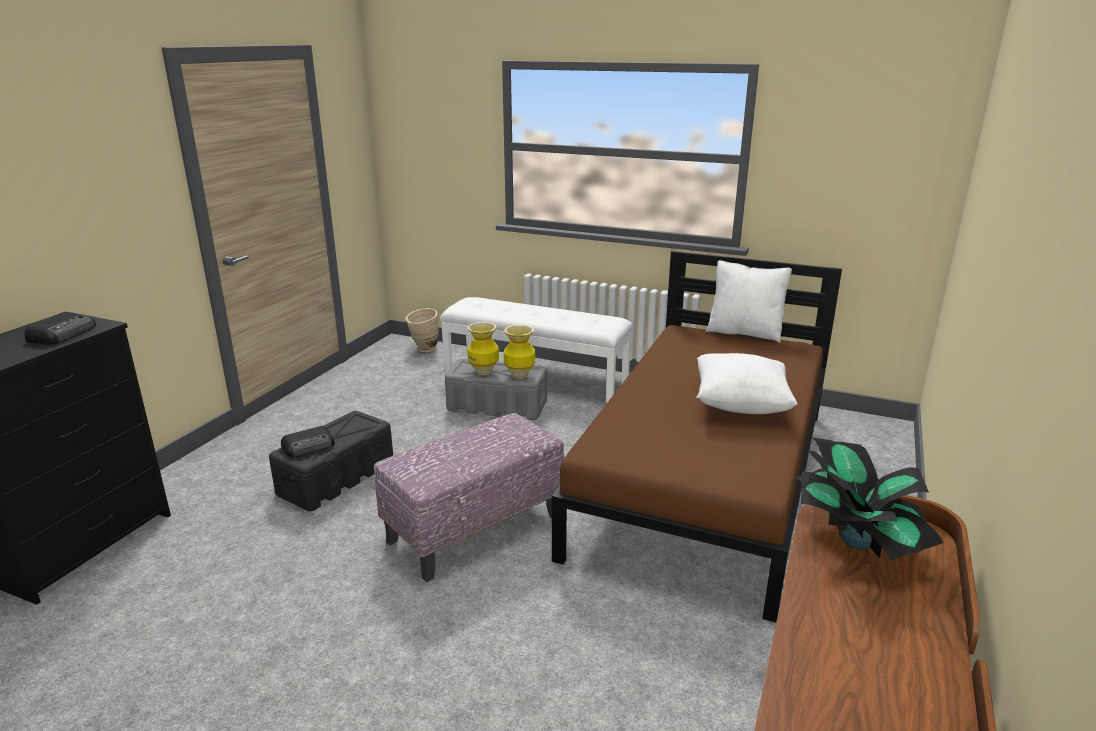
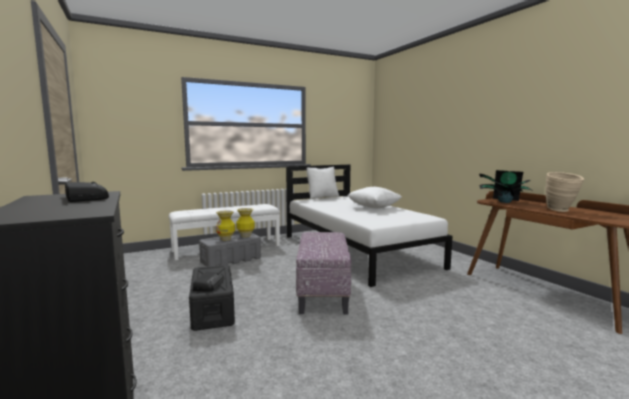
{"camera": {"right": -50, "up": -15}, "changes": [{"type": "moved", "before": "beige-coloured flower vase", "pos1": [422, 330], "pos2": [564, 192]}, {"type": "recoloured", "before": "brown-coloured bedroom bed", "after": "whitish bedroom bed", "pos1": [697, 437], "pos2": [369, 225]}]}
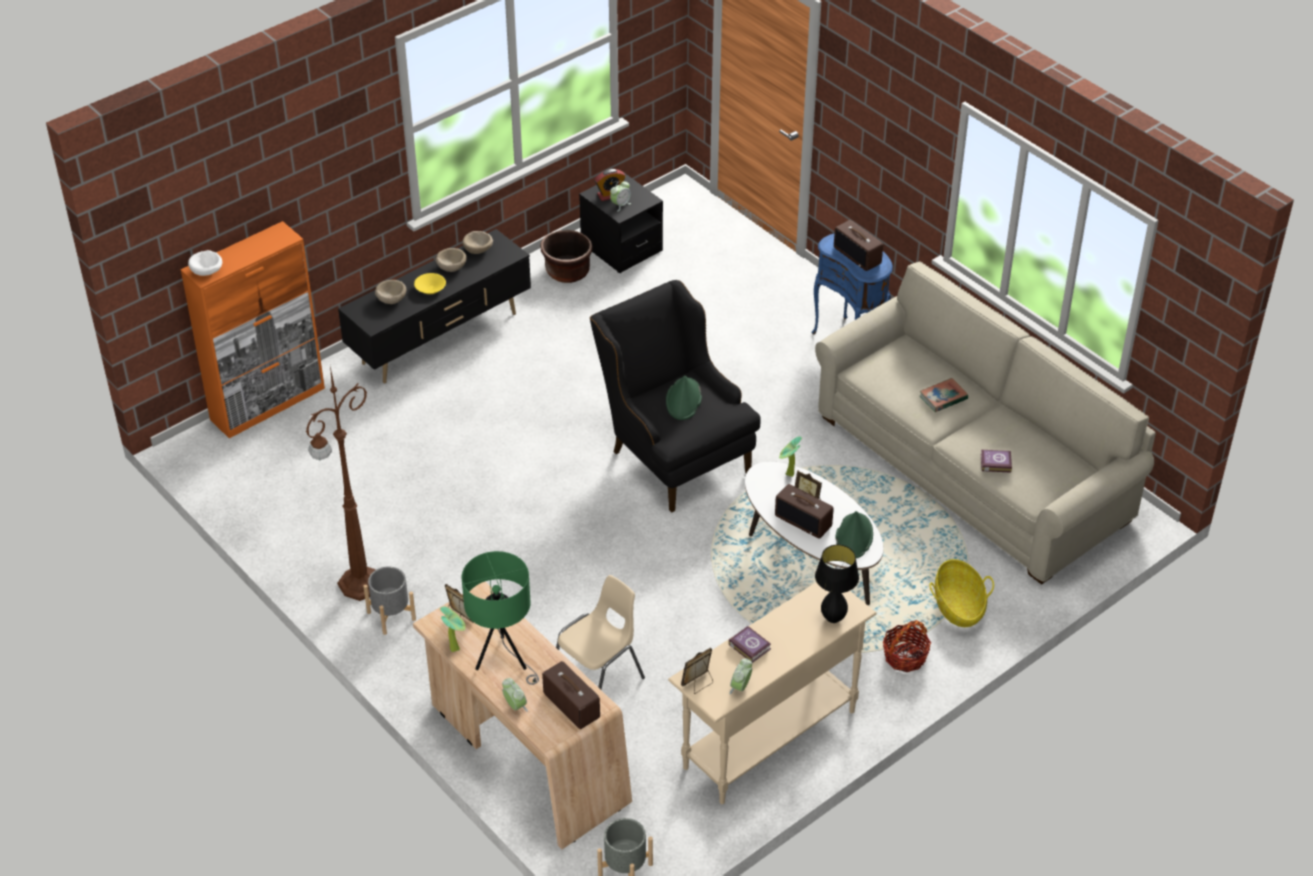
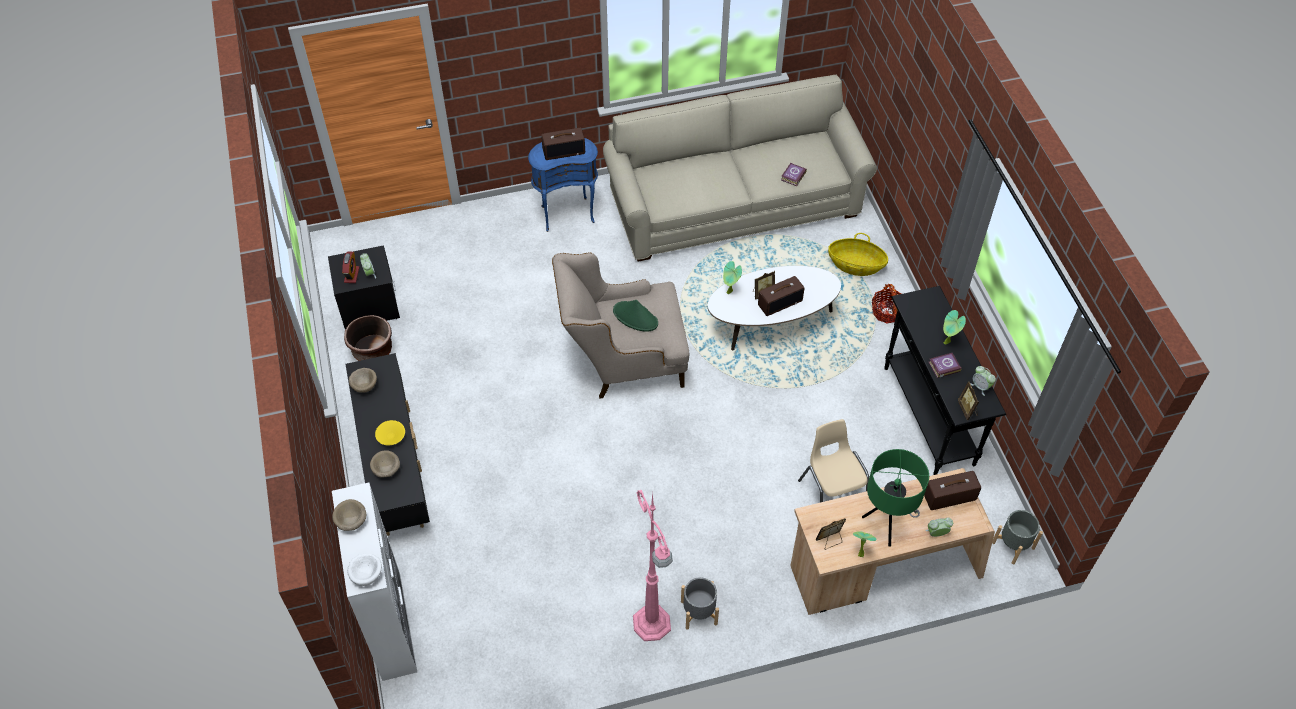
{"camera": {"right": -65, "up": 10}, "changes": [{"type": "removed", "before": "black-coloured tabletop lamp", "pos1": [837, 583]}, {"type": "removed", "before": "green-coloured clothing hat", "pos1": [854, 534]}, {"type": "removed", "before": "bound book", "pos1": [944, 395]}, {"type": "added", "after": "houseplant", "pos2": [954, 327]}, {"type": "moved", "before": "beige-coloured serving bowl", "pos1": [451, 260], "pos2": [349, 515]}, {"type": "recoloured", "before": "orangey storage cabinet", "after": "whitish storage cabinet", "pos1": [252, 329], "pos2": [374, 581]}, {"type": "recoloured", "before": "brown-coloured floor lamp", "after": "pinkish floor lamp", "pos1": [341, 483], "pos2": [653, 565]}, {"type": "recoloured", "before": "black-coloured easy chair", "after": "beige-coloured easy chair", "pos1": [675, 396], "pos2": [620, 325]}, {"type": "recoloured", "before": "beige-coloured console table", "after": "black-coloured console table", "pos1": [772, 693], "pos2": [945, 380]}]}
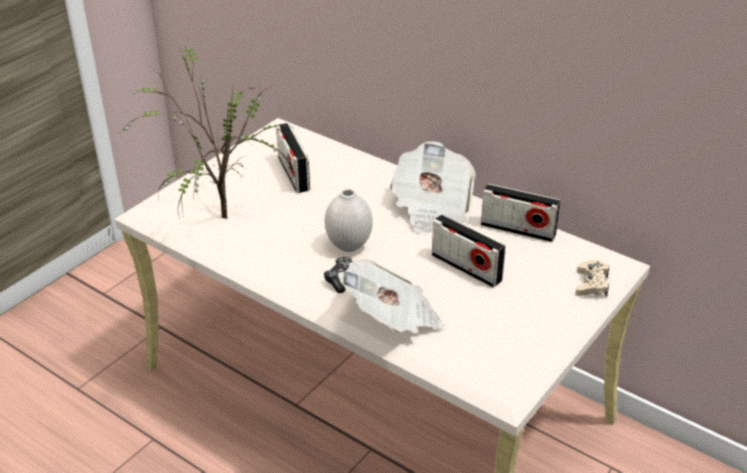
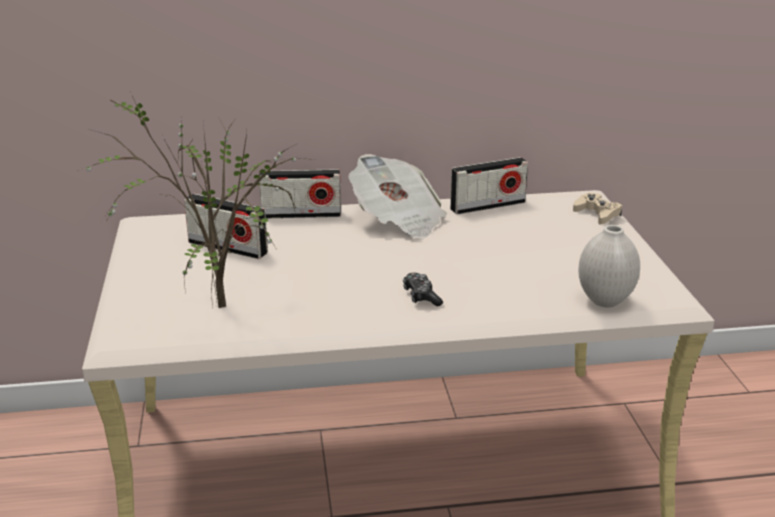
{"camera": {"right": -45, "up": -10}, "changes": [{"type": "removed", "before": "newspaper", "pos1": [391, 297]}, {"type": "moved", "before": "whitish flower vase", "pos1": [348, 220], "pos2": [609, 266]}, {"type": "moved", "before": "radio receiver", "pos1": [469, 250], "pos2": [300, 193]}]}
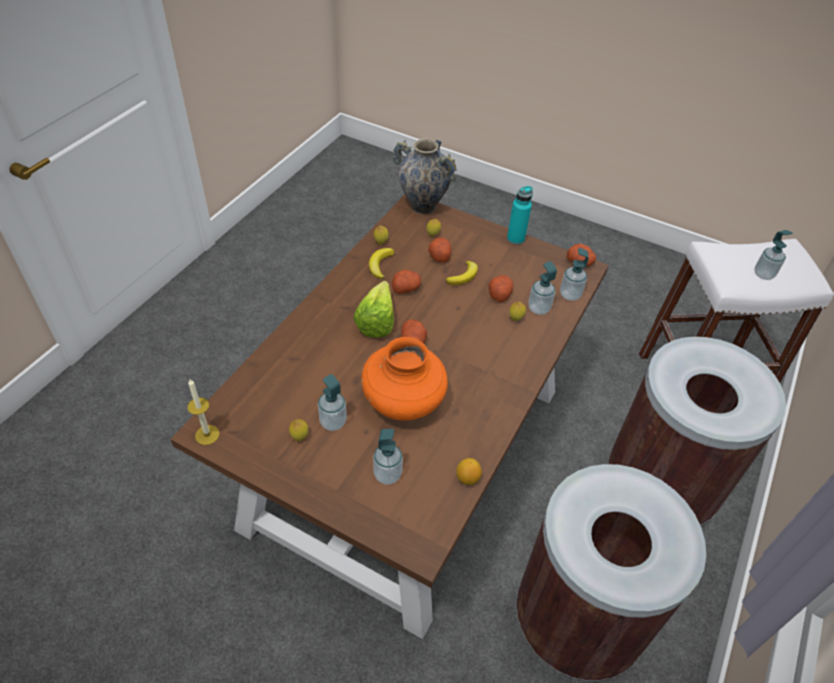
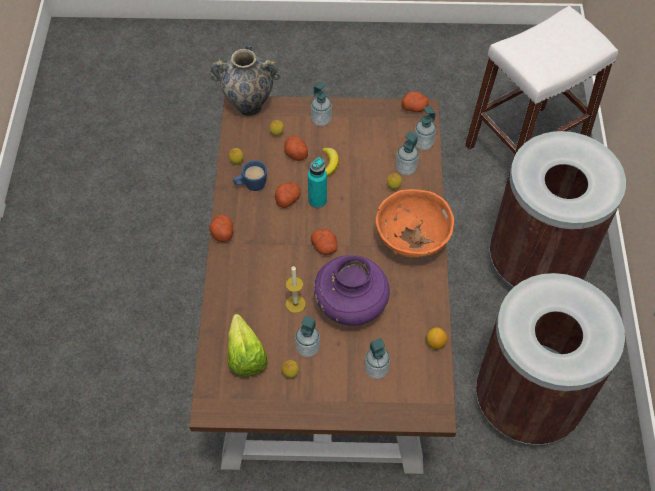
{"camera": {"right": -25, "up": 10}, "changes": [{"type": "added", "after": "orangey serving bowl", "pos2": [415, 224]}, {"type": "moved", "before": "wax candle", "pos1": [203, 412], "pos2": [296, 289]}, {"type": "moved", "before": "lettuce", "pos1": [373, 309], "pos2": [247, 345]}, {"type": "moved", "before": "spud", "pos1": [500, 288], "pos2": [221, 228]}, {"type": "moved", "before": "turquoise-coloured bottle", "pos1": [520, 215], "pos2": [317, 182]}, {"type": "moved", "before": "soap bottle", "pos1": [774, 255], "pos2": [321, 104]}, {"type": "replaced", "before": "banana", "after": "bluish coffee mug", "pos1": [382, 263], "pos2": [250, 175]}, {"type": "recoloured", "before": "orangey flower vase", "after": "purplish flower vase", "pos1": [404, 379], "pos2": [352, 290]}]}
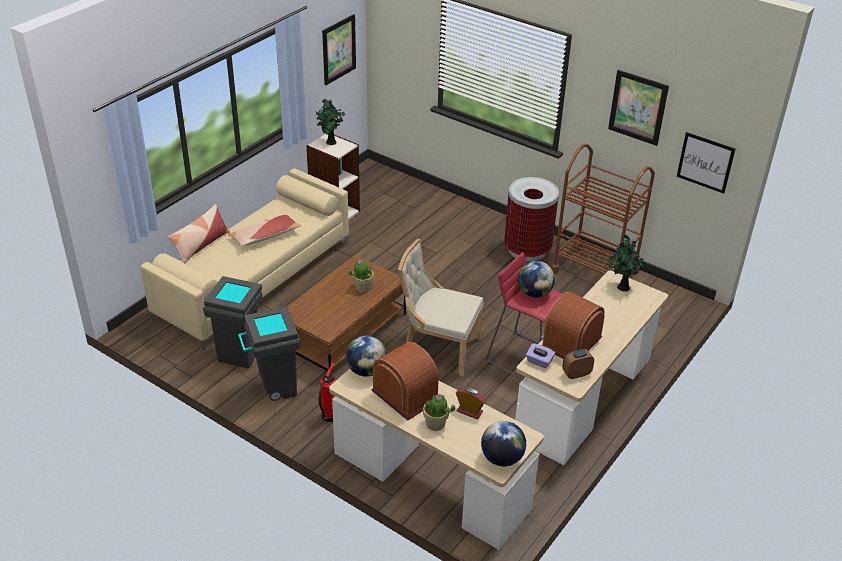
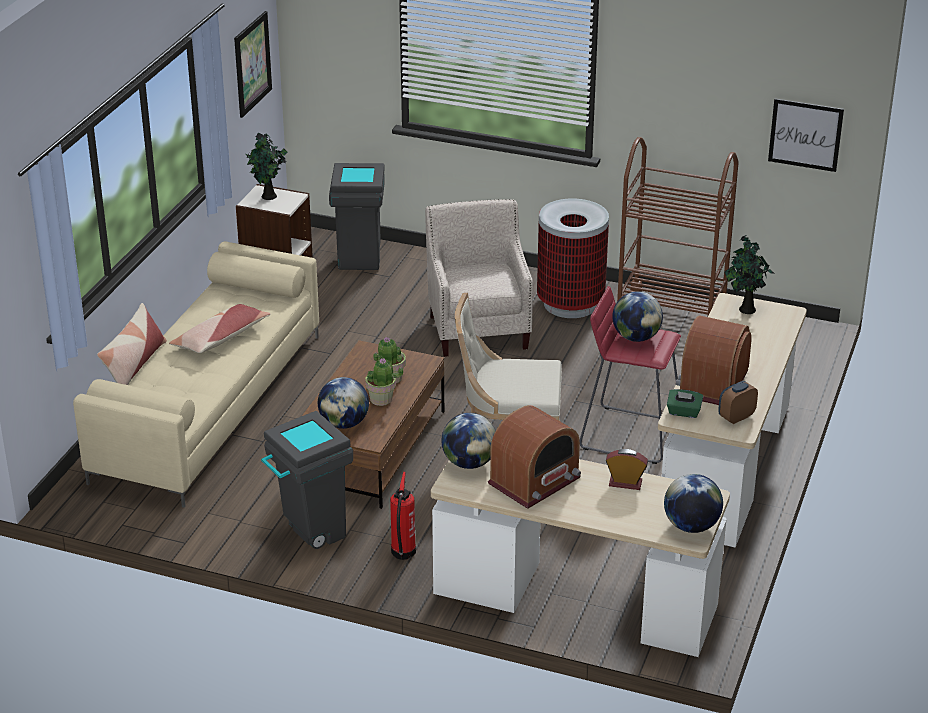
{"camera": {"right": -15, "up": -5}, "changes": [{"type": "removed", "before": "wall art", "pos1": [638, 108]}, {"type": "added", "after": "world globe", "pos2": [343, 403]}, {"type": "added", "after": "beige-coloured easy chair", "pos2": [479, 278]}, {"type": "moved", "before": "greyish waste bin", "pos1": [232, 322], "pos2": [357, 216]}, {"type": "moved", "before": "houseplant", "pos1": [439, 412], "pos2": [384, 382]}, {"type": "recoloured", "before": "purplish tissue box", "after": "green-coloured tissue box", "pos1": [540, 355], "pos2": [685, 403]}, {"type": "turned", "before": "radio receiver", "pos1": [405, 381], "pos2": [534, 457], "turn": 105}]}
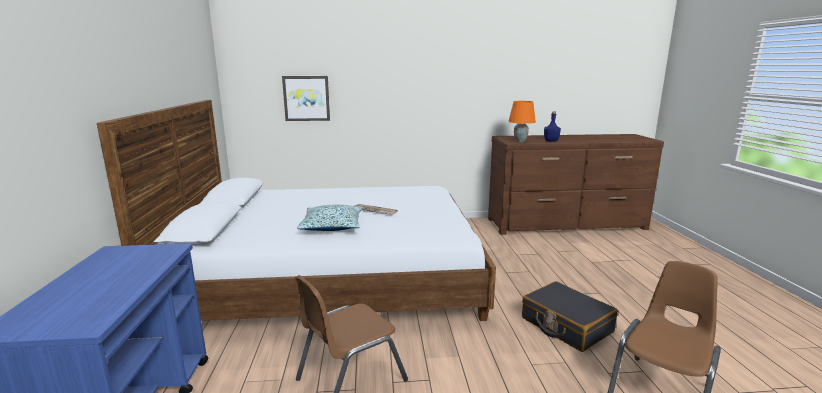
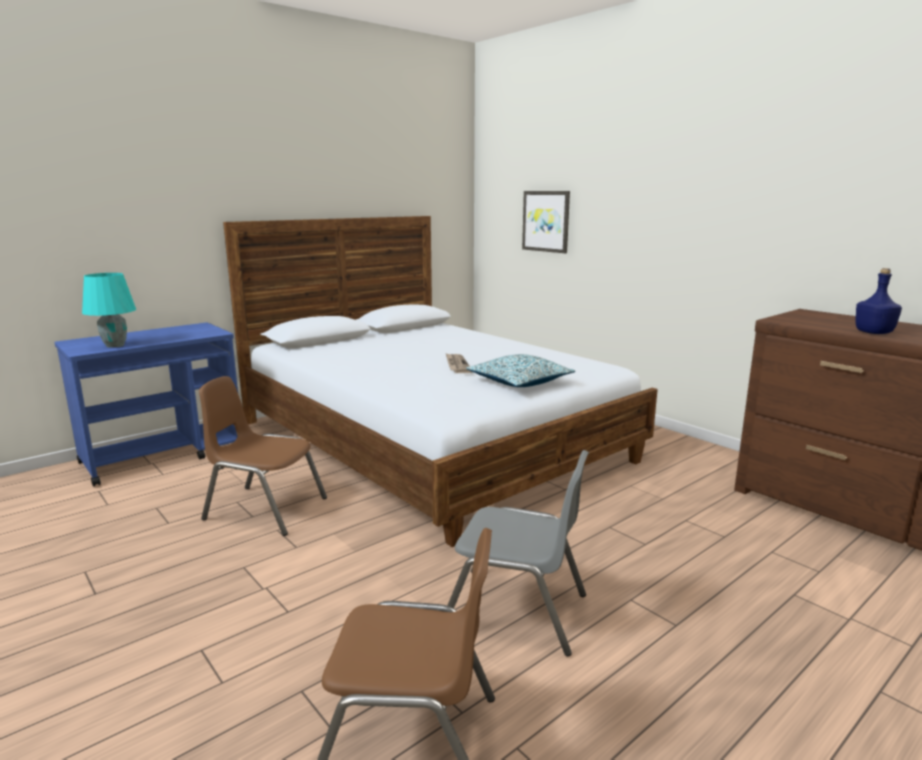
{"camera": {"right": 55, "up": 0}, "changes": [{"type": "removed", "before": "orangey tabletop lamp", "pos1": [522, 121]}, {"type": "added", "after": "turquoise-coloured tabletop lamp", "pos2": [109, 310]}, {"type": "moved", "before": "cushion", "pos1": [329, 218], "pos2": [520, 370]}, {"type": "replaced", "before": "black-coloured suitcase", "after": "greyish chair", "pos1": [570, 316], "pos2": [518, 553]}]}
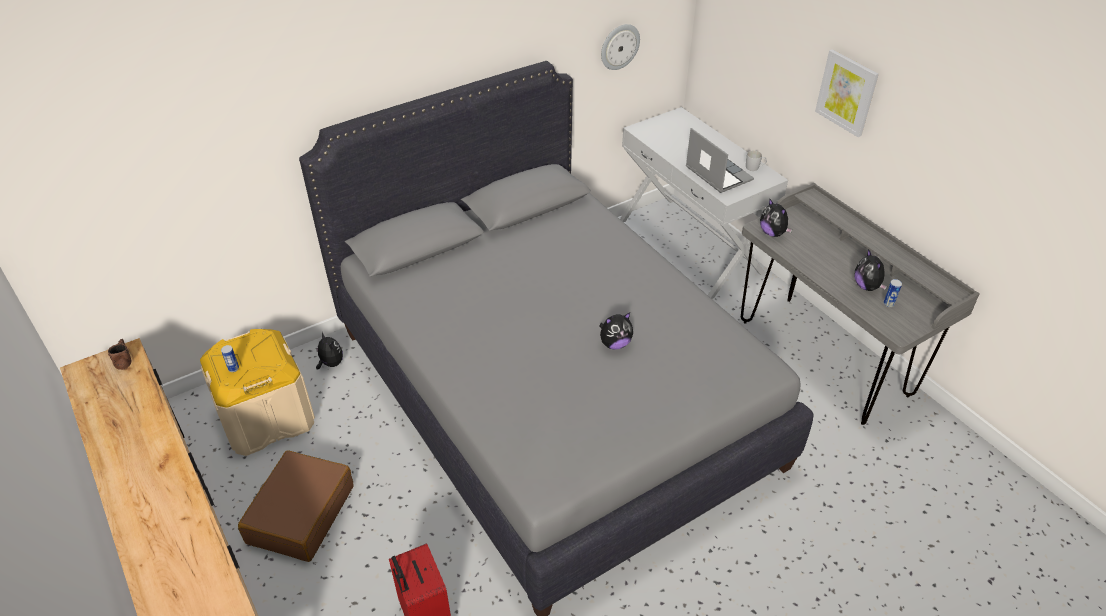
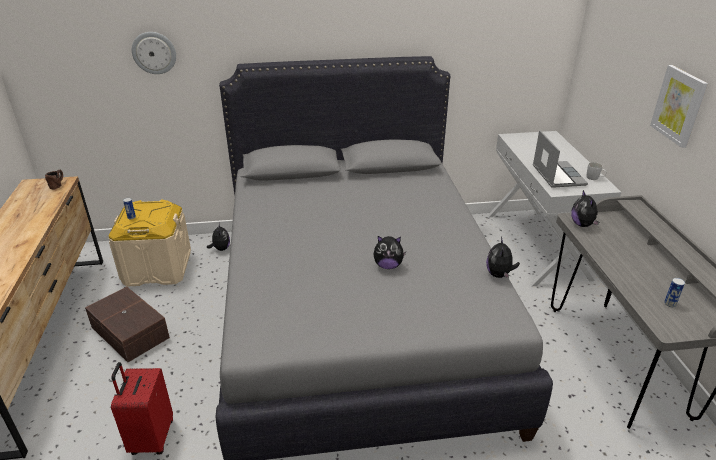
{"camera": {"right": 25, "up": -10}, "changes": [{"type": "moved", "before": "wall clock", "pos1": [620, 47], "pos2": [154, 53]}, {"type": "moved", "before": "cuddly toy", "pos1": [871, 270], "pos2": [503, 258]}, {"type": "replaced", "before": "brown-coloured suitcase", "after": "brown-coloured storage container", "pos1": [295, 506], "pos2": [127, 324]}]}
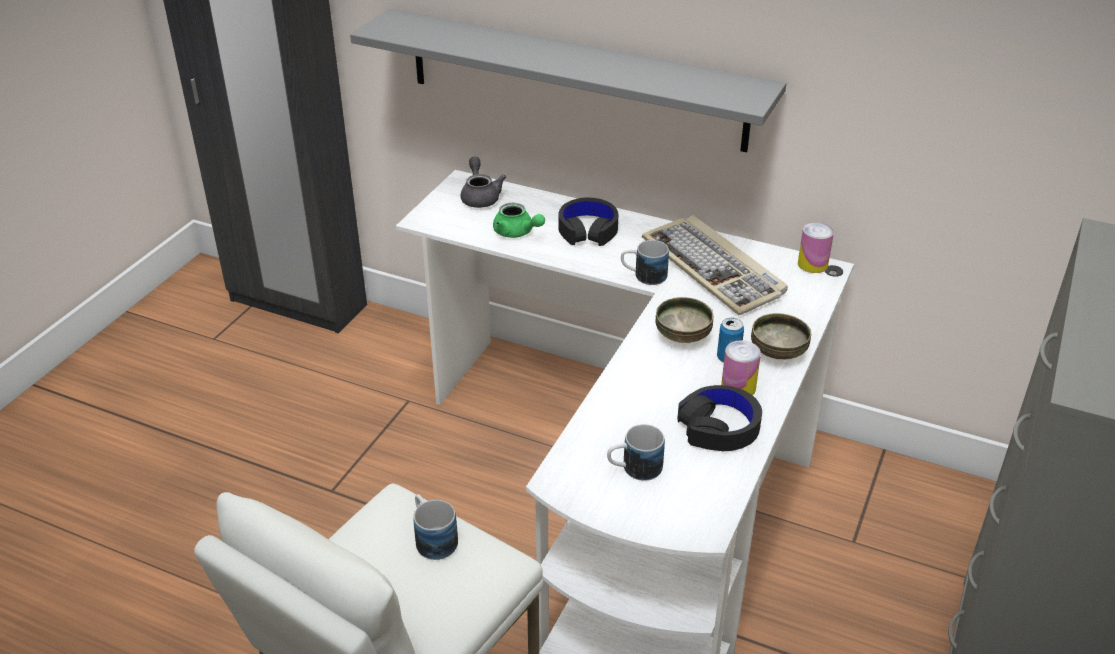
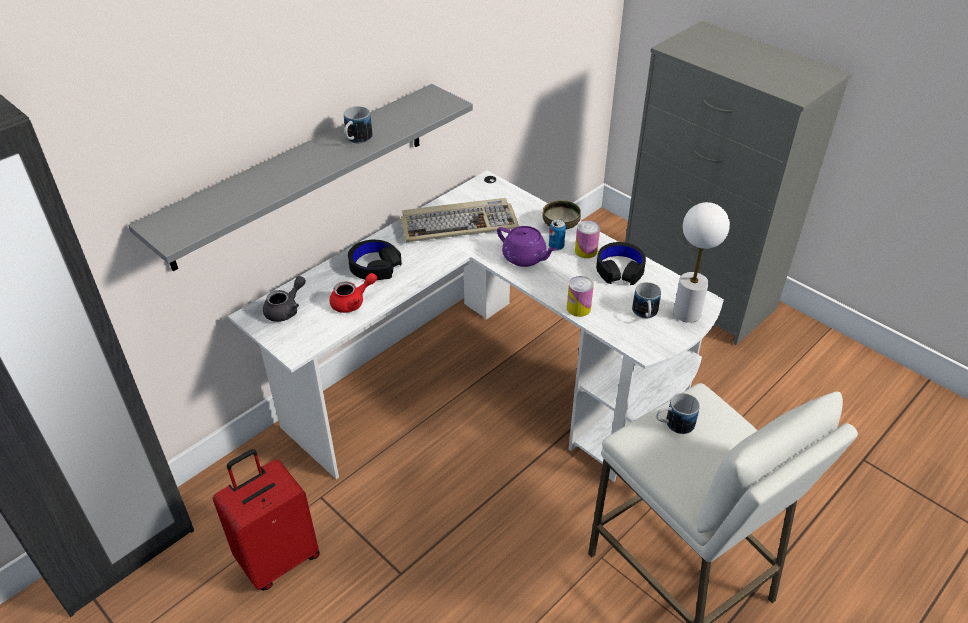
{"camera": {"right": -70, "up": 5}, "changes": [{"type": "added", "after": "reddish suitcase", "pos2": [266, 520]}, {"type": "added", "after": "whitish tabletop lamp", "pos2": [701, 262]}, {"type": "moved", "before": "coffee mug", "pos1": [645, 262], "pos2": [358, 124]}, {"type": "moved", "before": "sealed can", "pos1": [816, 247], "pos2": [580, 296]}, {"type": "replaced", "before": "serving bowl", "after": "purplish pot for tea", "pos1": [684, 320], "pos2": [527, 246]}, {"type": "recoloured", "before": "green-coloured pot for tea", "after": "reddish pot for tea", "pos1": [519, 220], "pos2": [353, 293]}, {"type": "turned", "before": "greyish pot for tea", "pos1": [483, 182], "pos2": [284, 299], "turn": 120}]}
